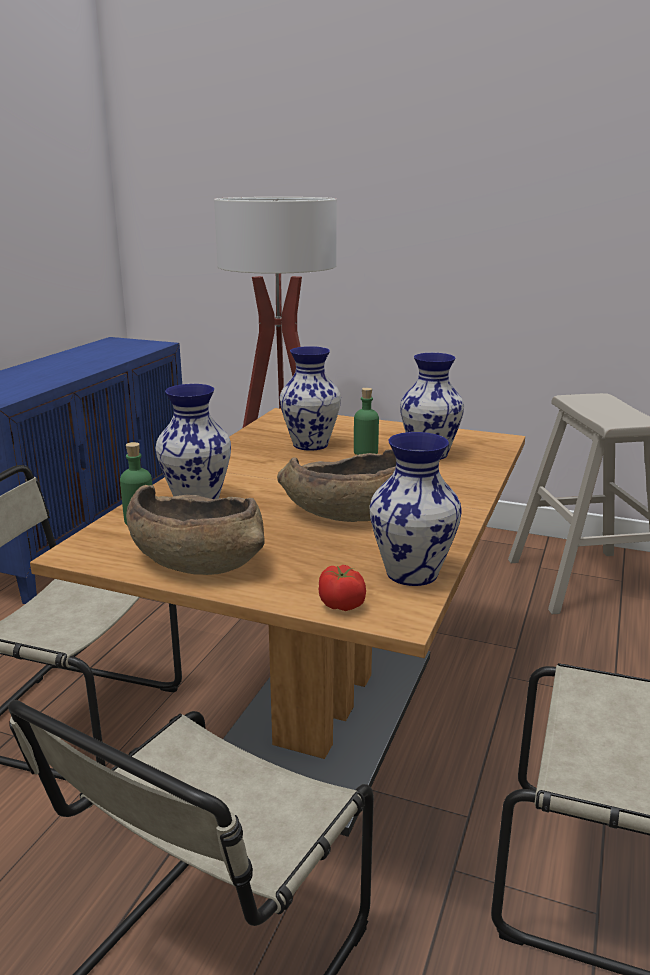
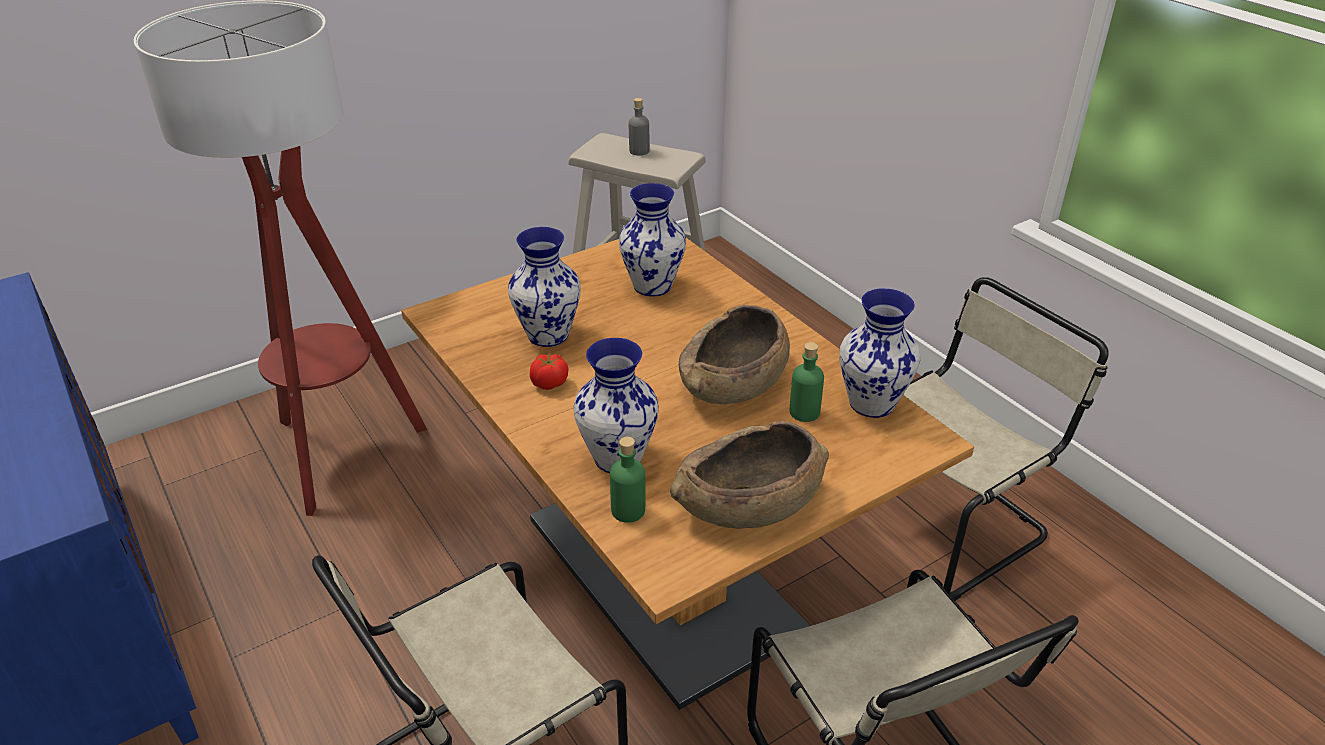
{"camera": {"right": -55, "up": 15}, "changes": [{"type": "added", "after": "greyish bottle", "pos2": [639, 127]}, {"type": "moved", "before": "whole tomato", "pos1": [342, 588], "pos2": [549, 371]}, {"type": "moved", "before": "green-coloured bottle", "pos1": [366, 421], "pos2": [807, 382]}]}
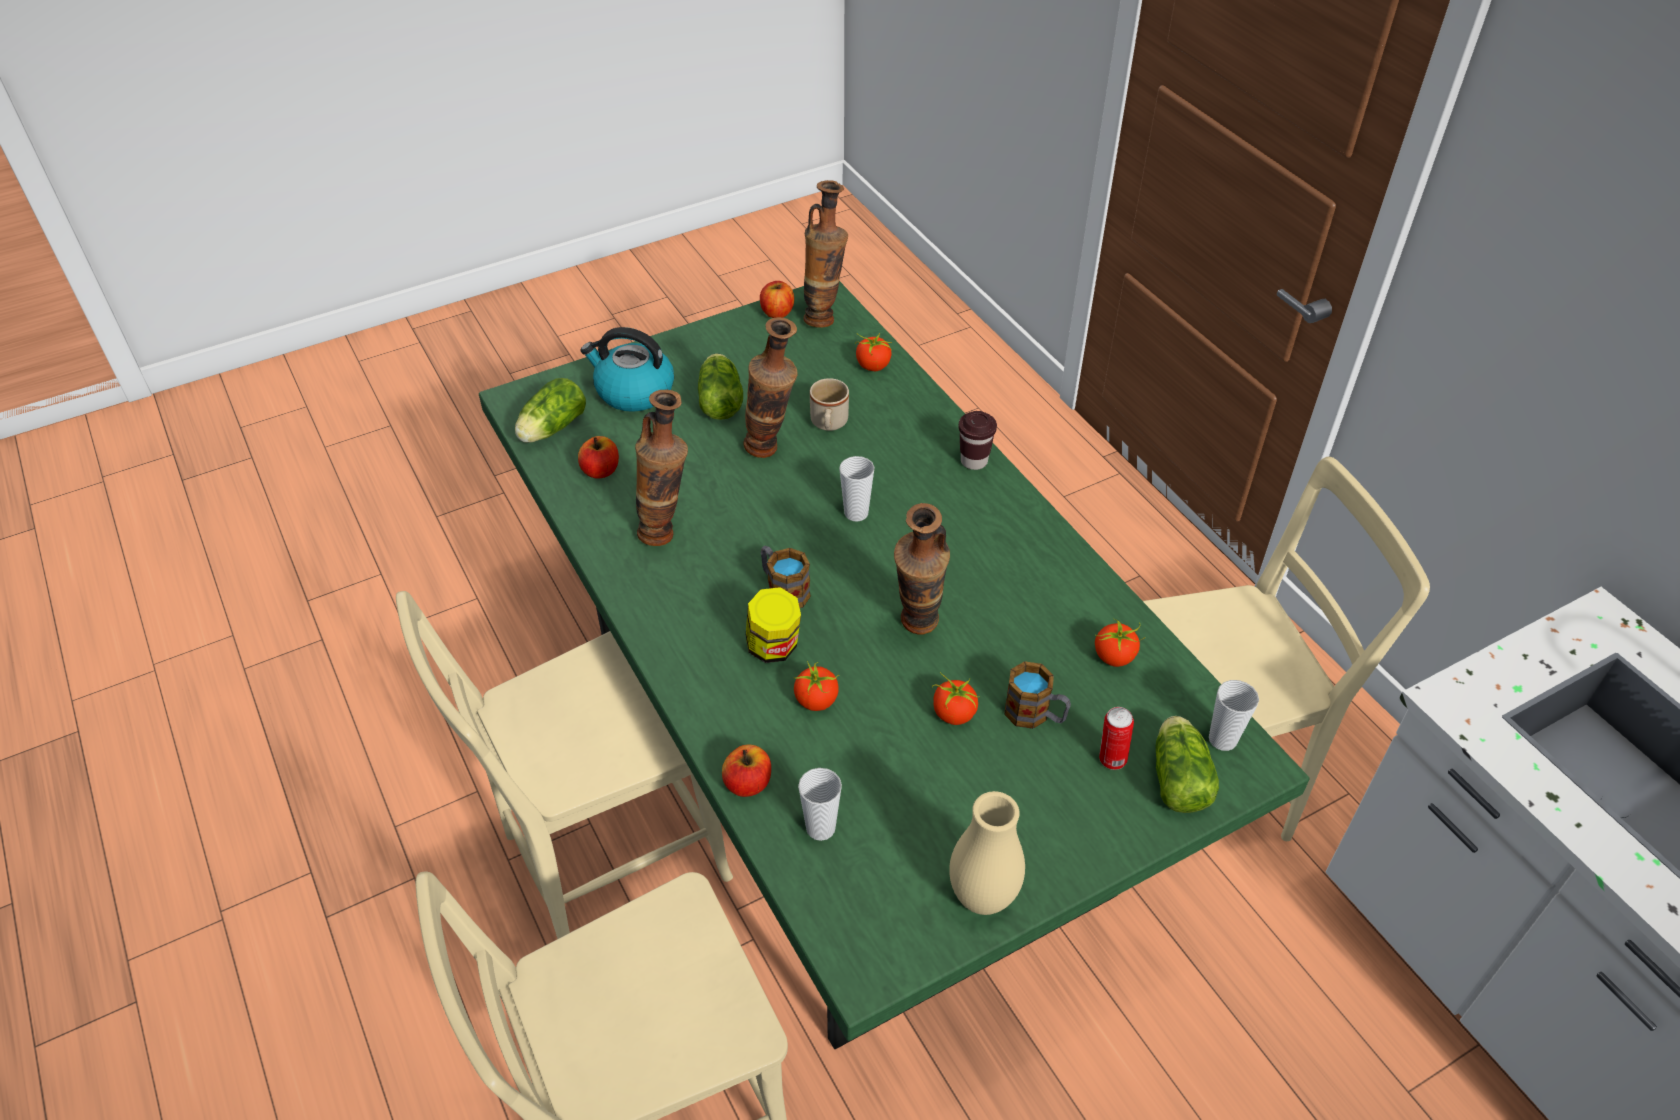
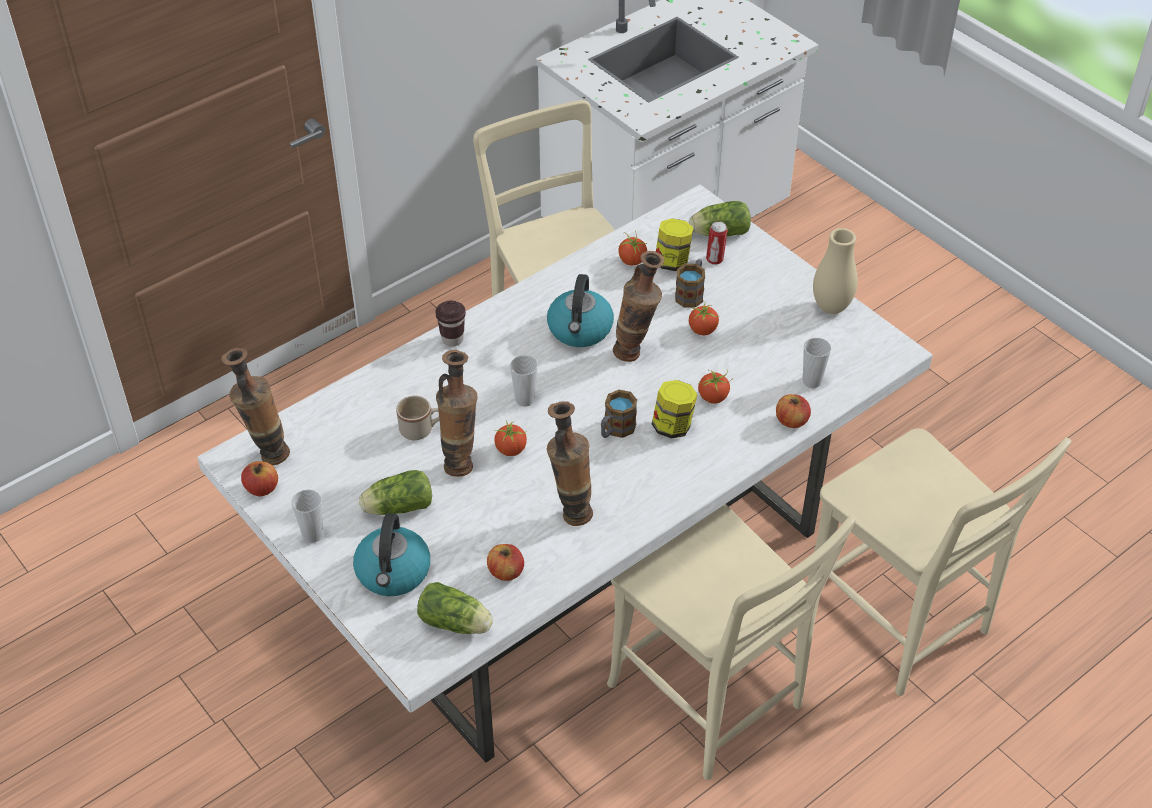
{"camera": {"right": -100, "up": 0}, "changes": [{"type": "added", "after": "water kettle", "pos2": [580, 310]}, {"type": "added", "after": "storage jar", "pos2": [675, 244]}, {"type": "moved", "before": "whole tomato", "pos1": [873, 352], "pos2": [510, 438]}, {"type": "moved", "before": "small cup", "pos1": [1234, 715], "pos2": [307, 516]}, {"type": "recoloured", "before": "green-coloured dining table", "after": "whitish dining table", "pos1": [894, 665], "pos2": [564, 473]}]}
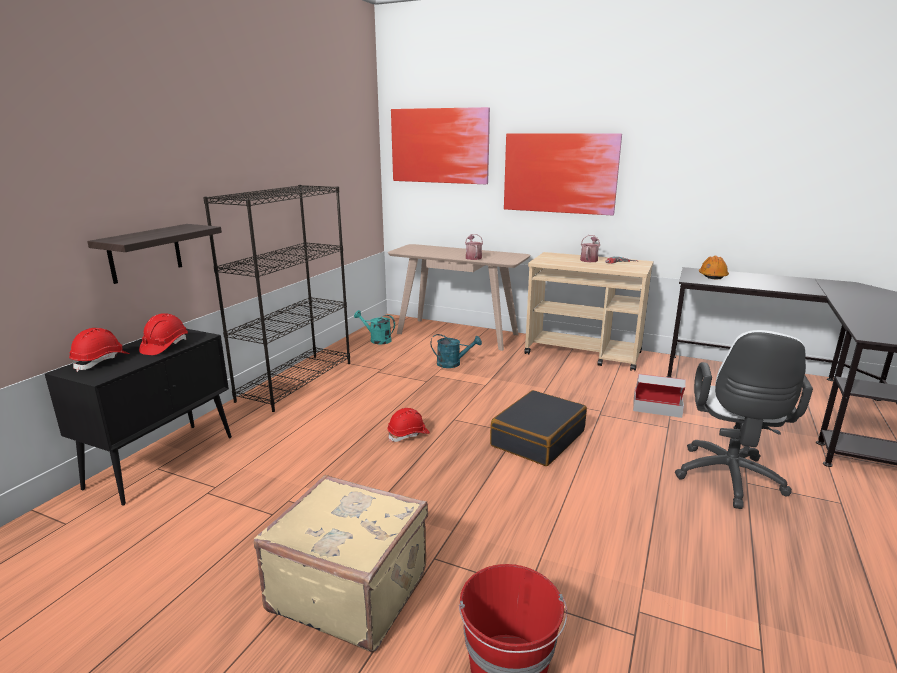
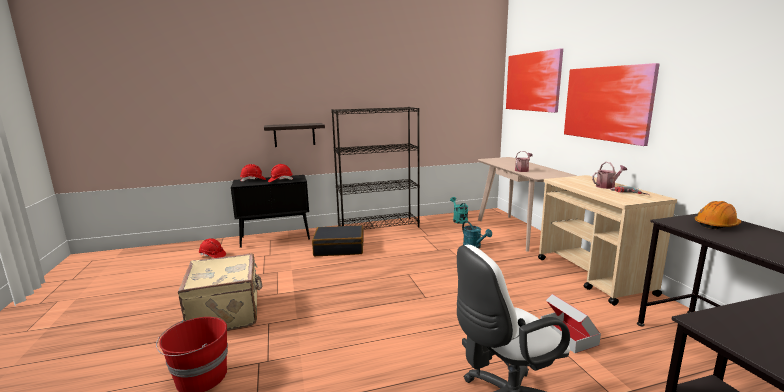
{"camera": {"right": 50, "up": -5}, "changes": [{"type": "moved", "before": "reddish work helmet", "pos1": [408, 425], "pos2": [212, 248]}, {"type": "moved", "before": "black-coloured suitcase", "pos1": [538, 428], "pos2": [338, 240]}]}
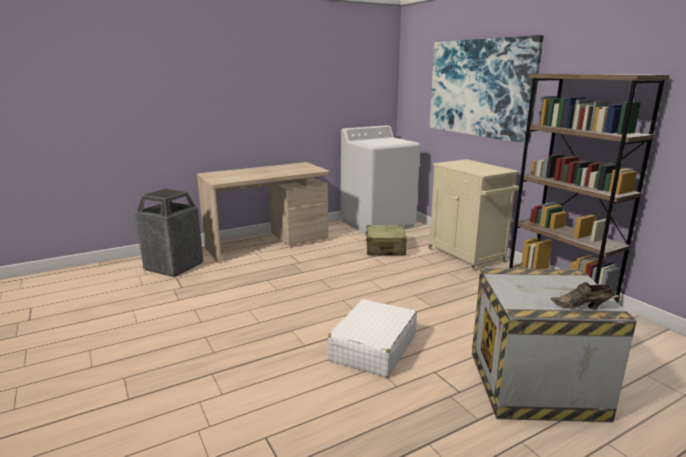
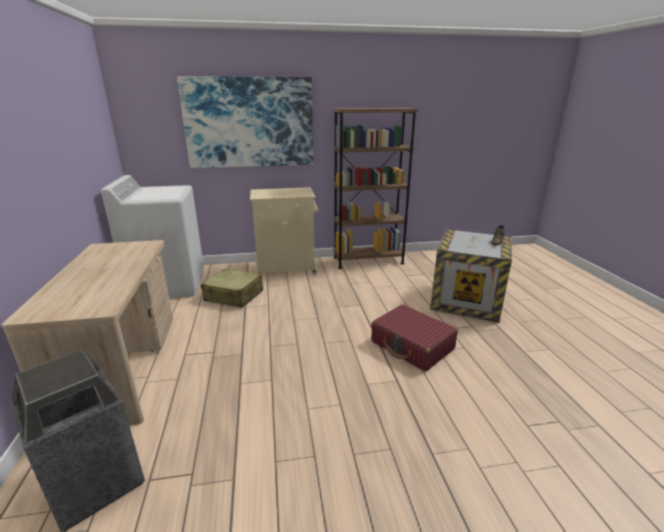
{"camera": {"right": -70, "up": 5}, "changes": [{"type": "recoloured", "before": "whitish suitcase", "after": "reddish suitcase", "pos1": [372, 338], "pos2": [414, 337]}]}
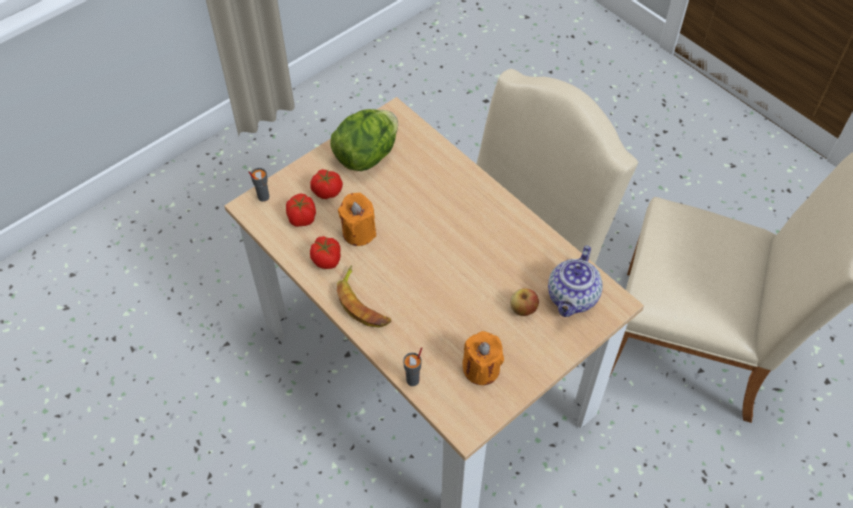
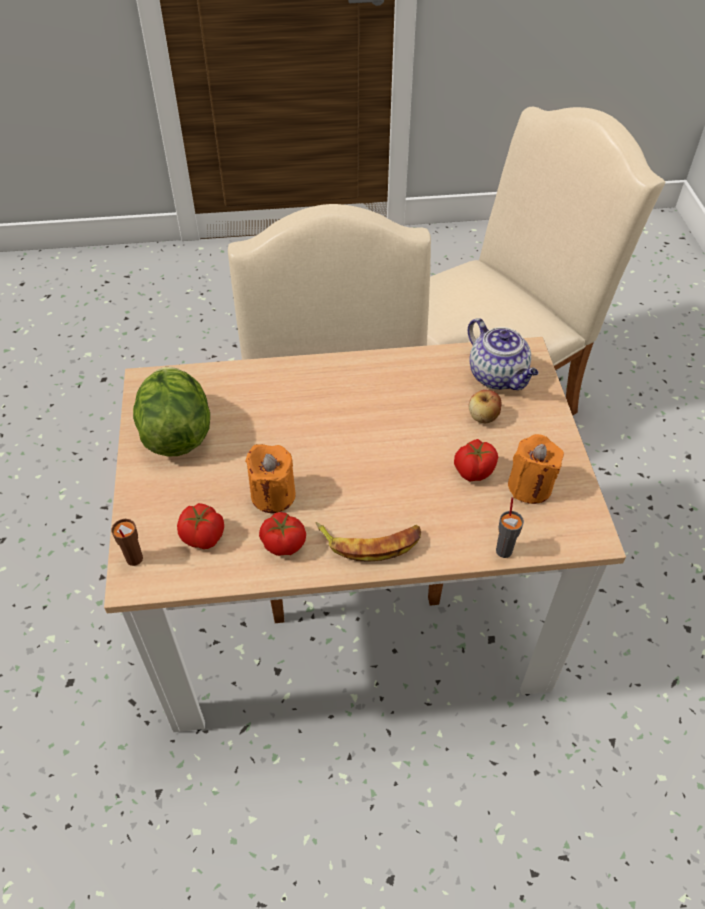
{"camera": {"right": -55, "up": -5}, "changes": [{"type": "moved", "before": "whole tomato", "pos1": [326, 184], "pos2": [476, 460]}, {"type": "recoloured", "before": "greyish small cup", "after": "brown-coloured small cup", "pos1": [258, 185], "pos2": [127, 542]}]}
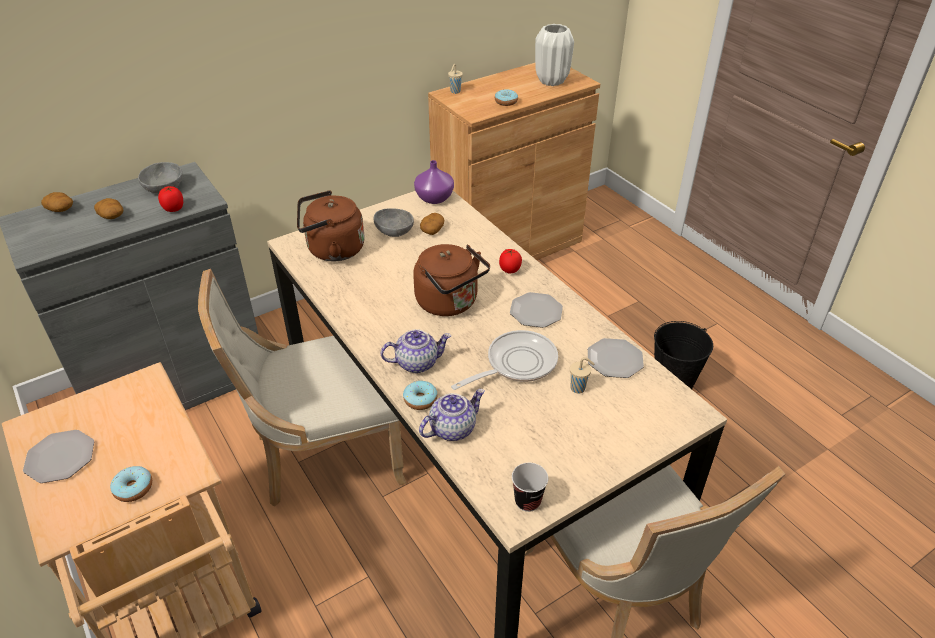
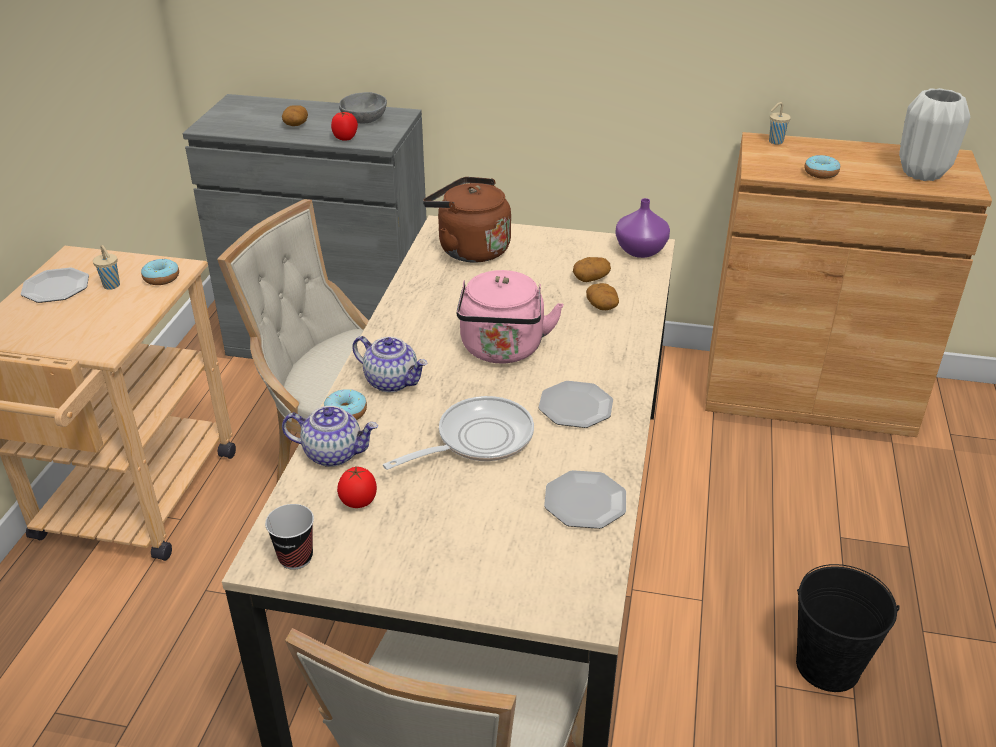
{"camera": {"right": 45, "up": -5}, "changes": [{"type": "removed", "before": "greyish serving bowl", "pos1": [394, 222]}, {"type": "moved", "before": "spud", "pos1": [57, 202], "pos2": [602, 296]}, {"type": "moved", "before": "ring doughnut", "pos1": [131, 484], "pos2": [160, 272]}, {"type": "moved", "before": "whole tomato", "pos1": [510, 261], "pos2": [357, 487]}, {"type": "moved", "before": "beige-coloured small cup", "pos1": [582, 375], "pos2": [106, 267]}, {"type": "recoloured", "before": "brown-coloured water kettle", "after": "pinkish water kettle", "pos1": [451, 280], "pos2": [510, 316]}, {"type": "turned", "before": "pan", "pos1": [504, 360], "pos2": [458, 433], "turn": -45}]}
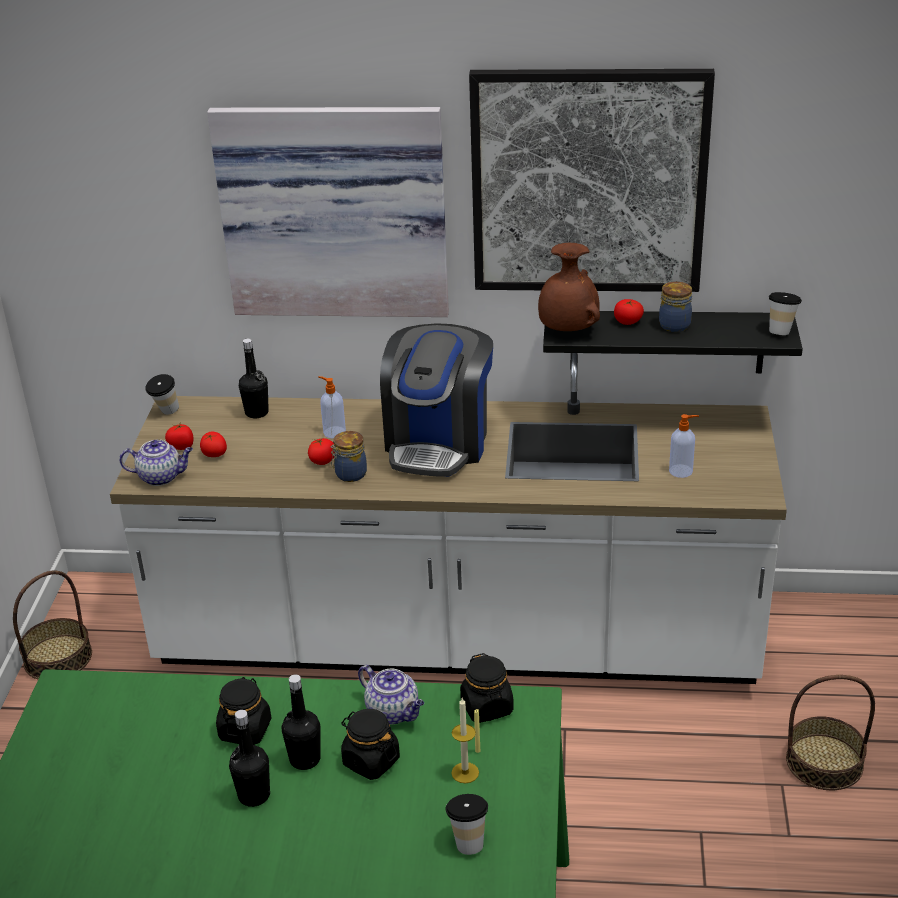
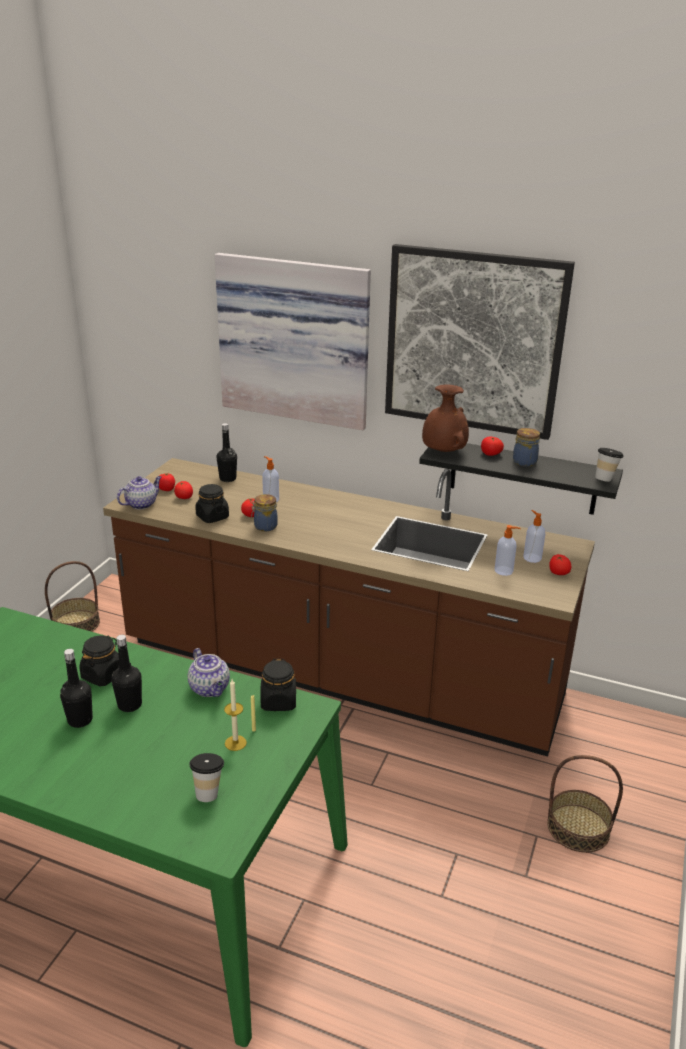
{"camera": {"right": 15, "up": -5}, "changes": [{"type": "removed", "before": "small cup", "pos1": [162, 394]}, {"type": "removed", "before": "coffee maker", "pos1": [436, 400]}, {"type": "added", "after": "soap bottle", "pos2": [534, 536]}, {"type": "added", "after": "whole tomato", "pos2": [560, 564]}, {"type": "moved", "before": "black-coloured storage jar", "pos1": [370, 744], "pos2": [212, 503]}, {"type": "recoloured", "before": "whitish kitchen base unit", "after": "brown-coloured kitchen base unit", "pos1": [448, 518], "pos2": [349, 607]}, {"type": "turned", "before": "pot for tea", "pos1": [156, 463], "pos2": [139, 493], "turn": -60}]}
